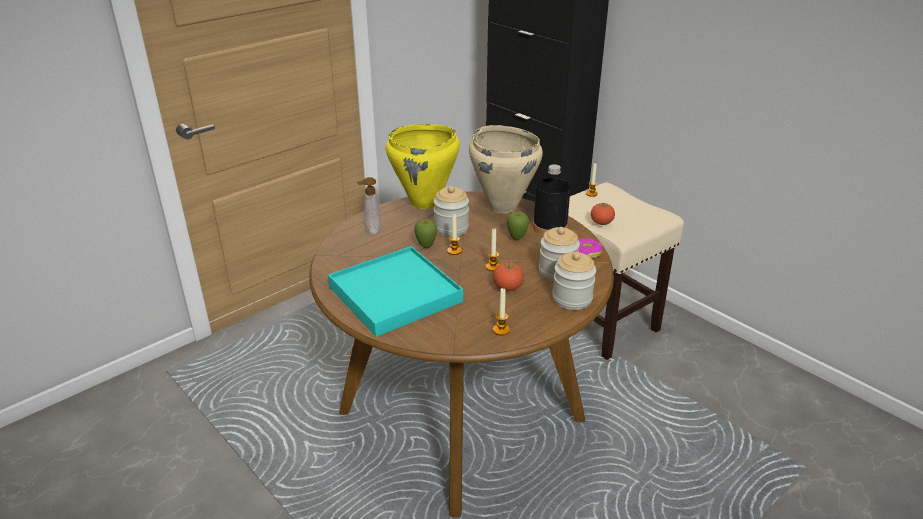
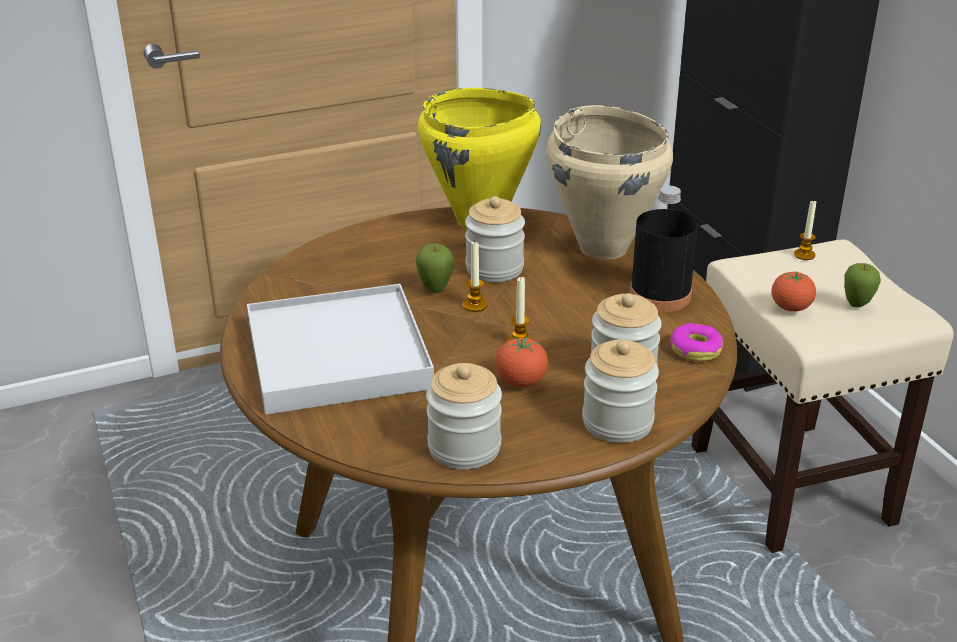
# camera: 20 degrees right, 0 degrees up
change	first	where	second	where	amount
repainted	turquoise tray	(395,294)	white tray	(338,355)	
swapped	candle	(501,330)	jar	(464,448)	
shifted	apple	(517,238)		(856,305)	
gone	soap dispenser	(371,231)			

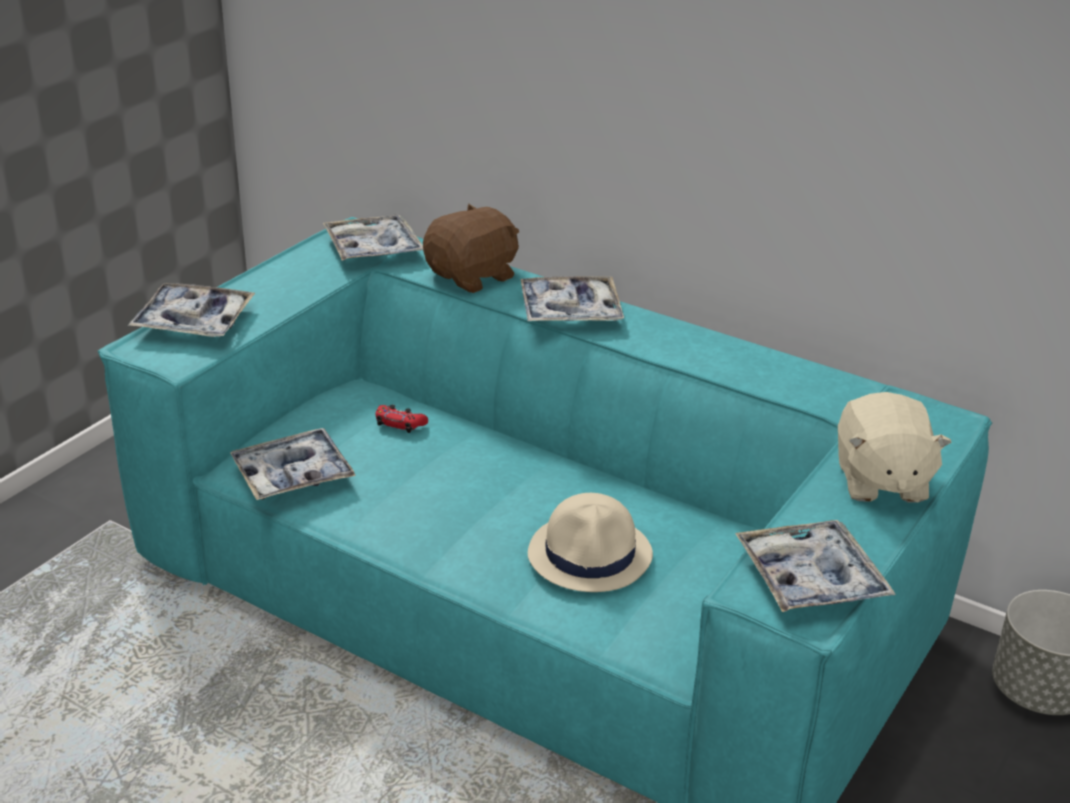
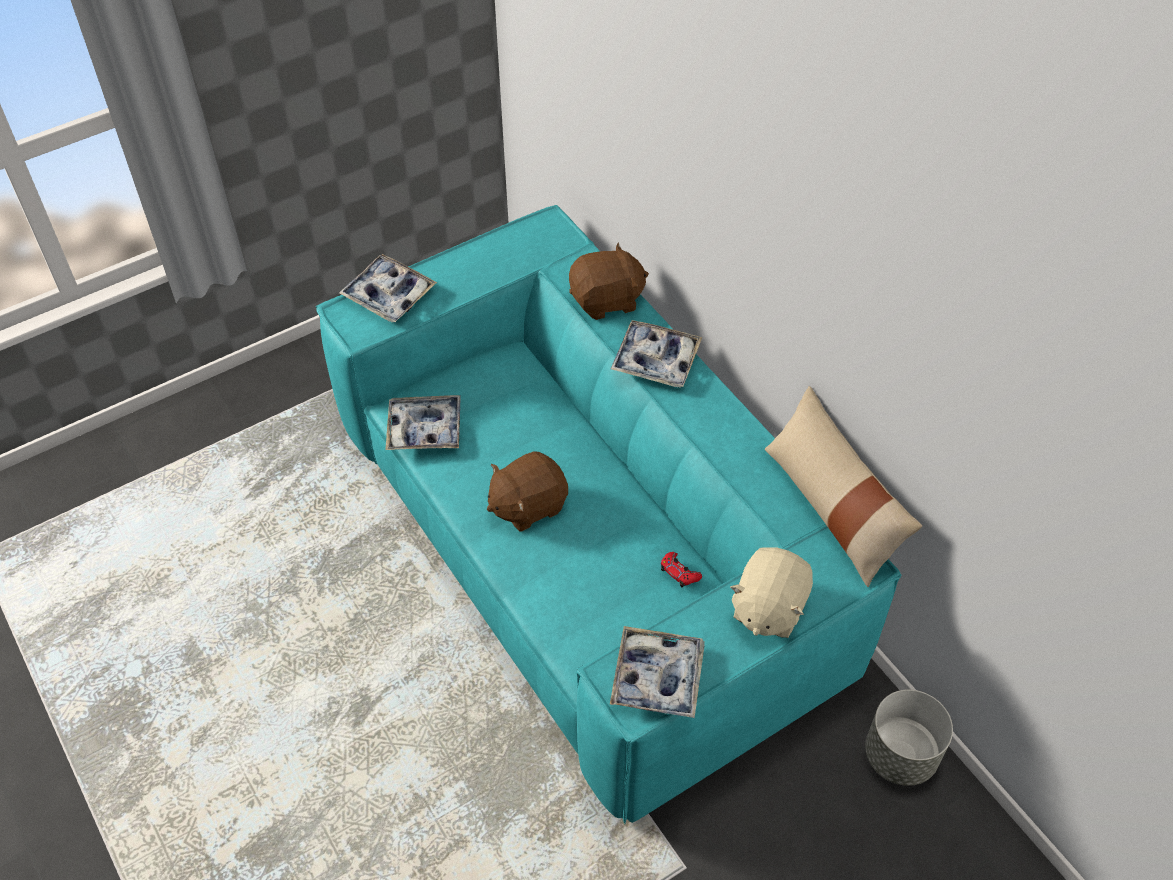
# camera: 25 degrees right, 20 degrees up
change	first	where	second	where	amount
new			brown plush toy	(527,505)	
shifted	red game controller	(400,424)		(679,572)	
new			beige pillow	(832,508)	
gone	tray	(373,248)			
gone	beige hat	(591,555)			

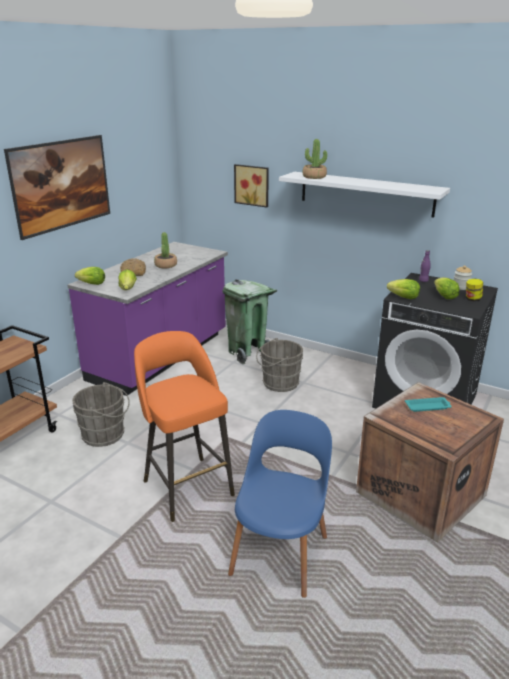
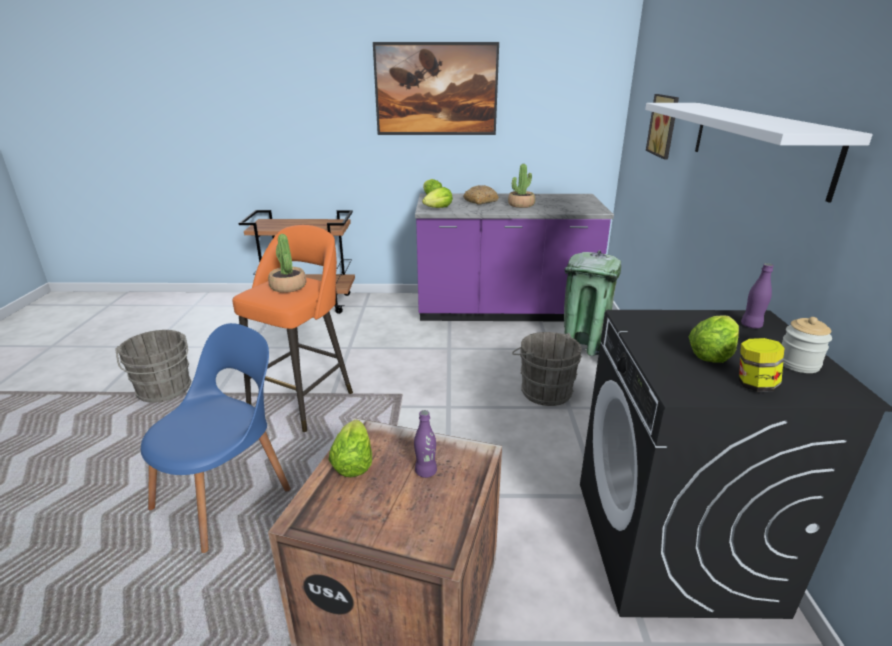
# camera: 60 degrees right, 0 degrees up
change	first	where	second	where	amount
shifted	grey bucket	(106,435)		(164,391)	
rotated	blue chair	(280,551)		(226,495)	45 degrees counterclockwise
shifted	potted plant	(314,177)		(288,287)	
shifted	lettuce	(404,297)		(353,463)	
swapped	turquoise tray	(428,407)	purple bottle	(425,472)	

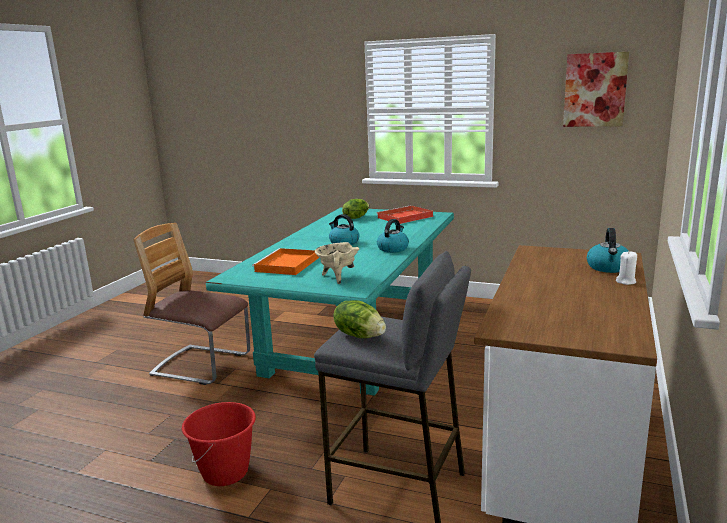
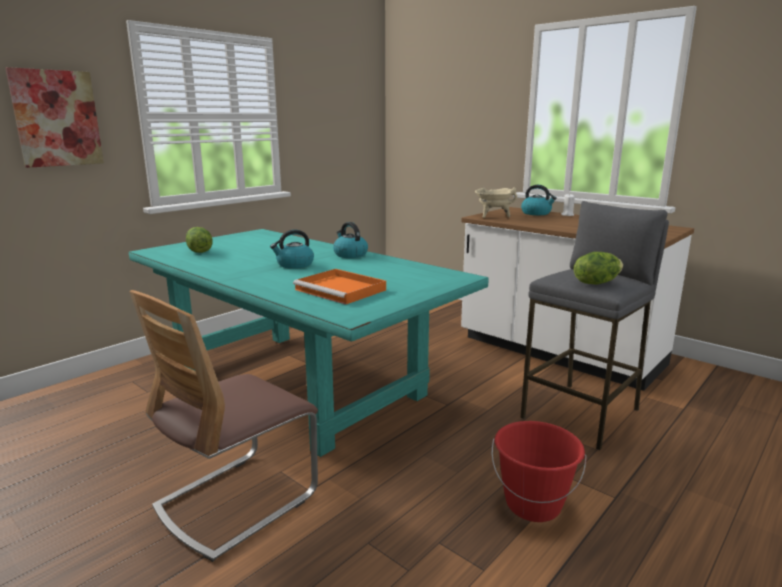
# camera: 70 degrees left, 0 degrees up
change	first	where	second	where	amount
shifted	picture	(595,90)		(57,118)	
shifted	beige cooking pot	(337,277)		(493,216)	
gone	red tray	(404,217)			

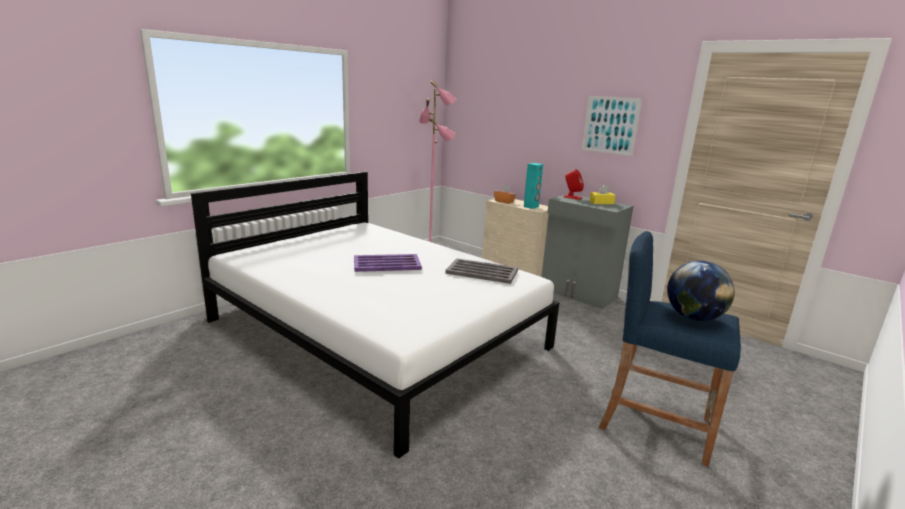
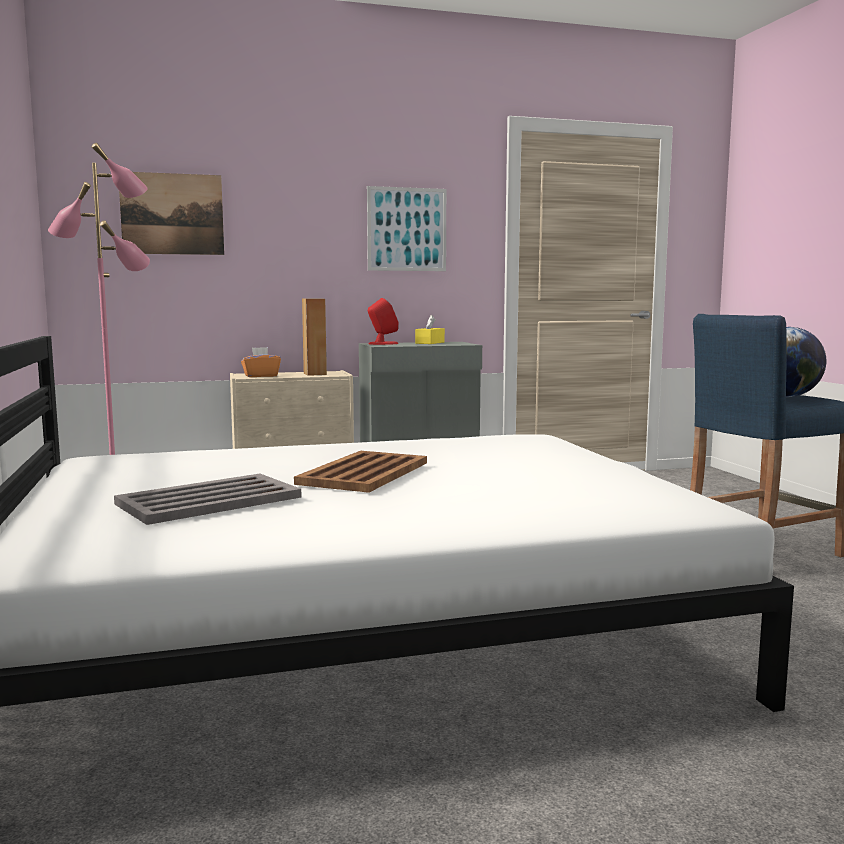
# camera: 55 degrees left, 10 degrees down
change	first	where	second	where	amount
shifted	grey tray	(481,272)		(207,501)	
new			picture	(172,214)	
repainted	purple tray	(386,264)	brown tray	(363,473)	
repainted	turquoise speaker	(531,207)	brown speaker	(315,374)	

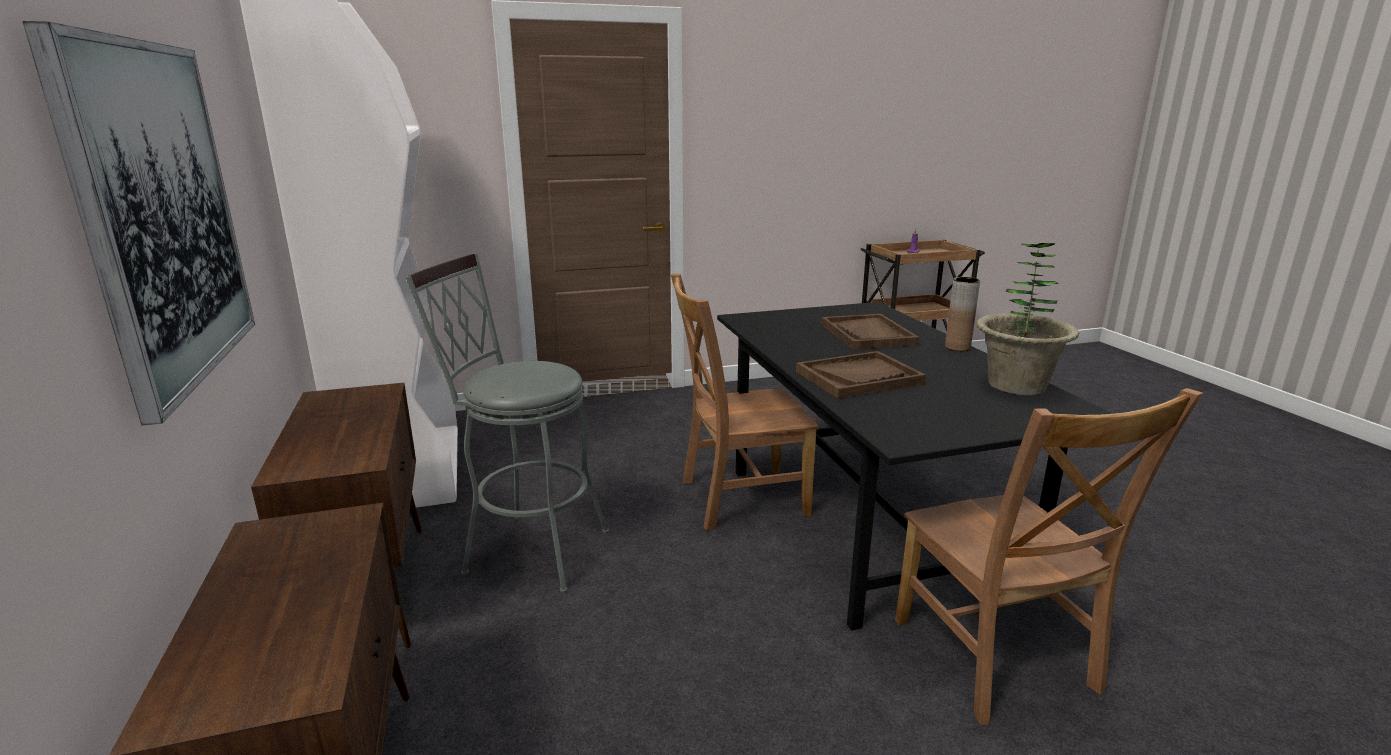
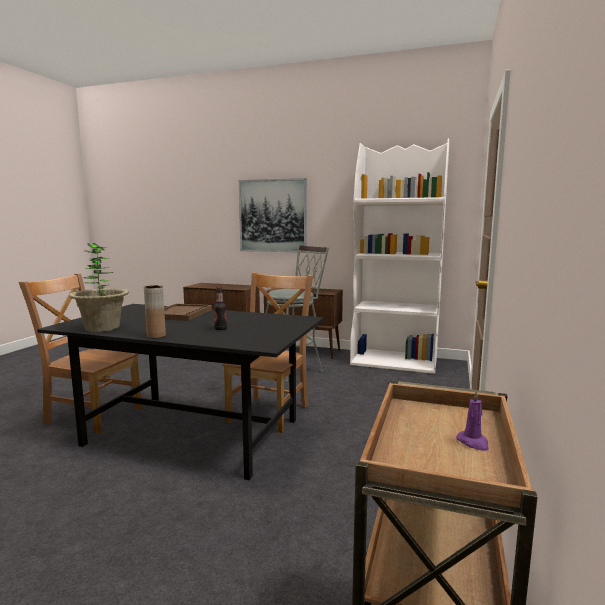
# camera: 125 degrees right, 10 degrees down
change	first	where	second	where	amount
swapped	brown tray	(867,334)	bottle	(220,329)	

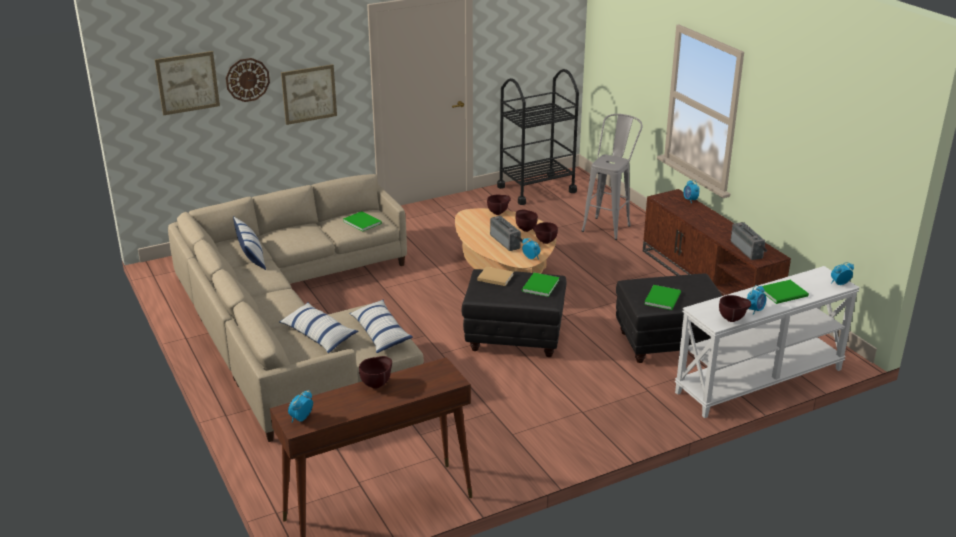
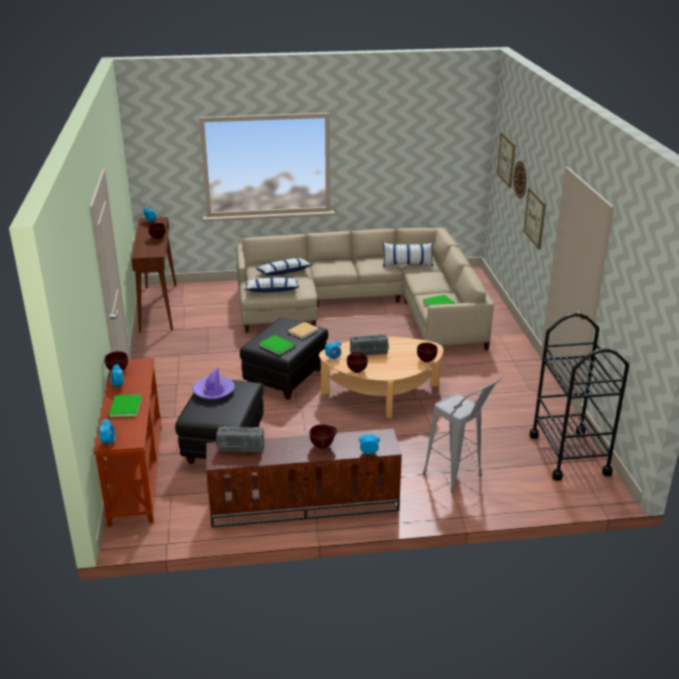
# camera: 110 degrees right, 0 degrees up
change	first	where	second	where	amount
repainted	white console table	(759,382)	brown console table	(135,473)	
swapped	green book	(663,298)	purple hat	(214,392)	
shifted	brown bowl	(525,229)		(323,446)	

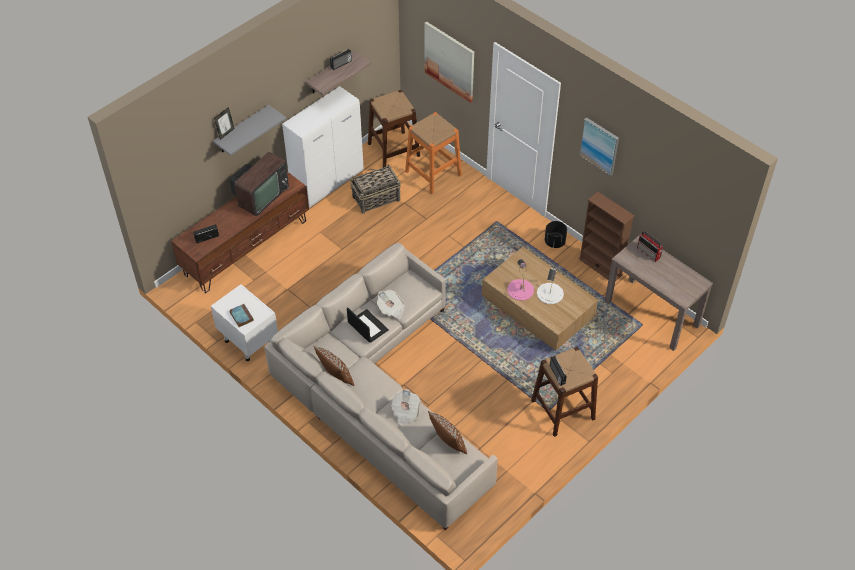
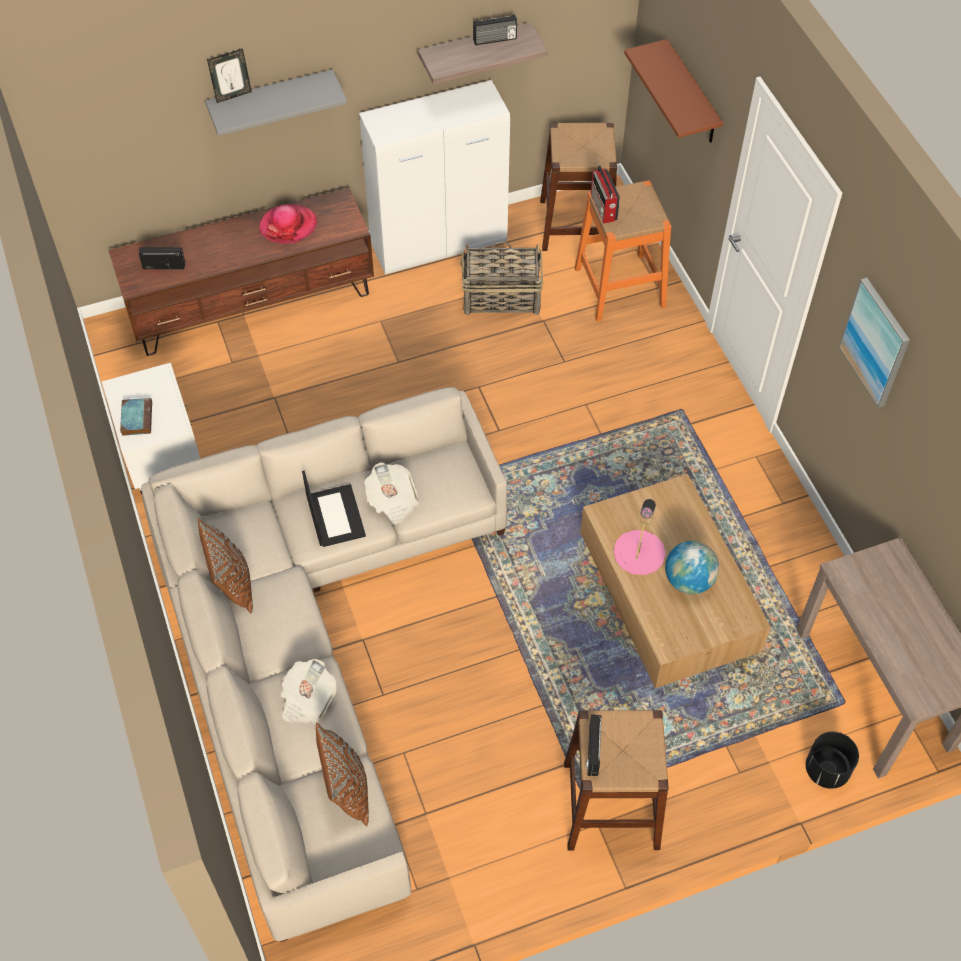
# camera: 25 degrees right, 5 degrees up
change	first	where	second	where	amount
swapped	television	(261,196)	hat	(288,226)	
shifted	radio	(649,253)		(603,208)	
swapped	picture	(450,61)	brown shelf	(692,94)	
swapped	white table lamp	(550,293)	globe	(689,580)	
shifted	black planter	(554,242)		(826,770)	
gone	brown bookcase	(600,267)			

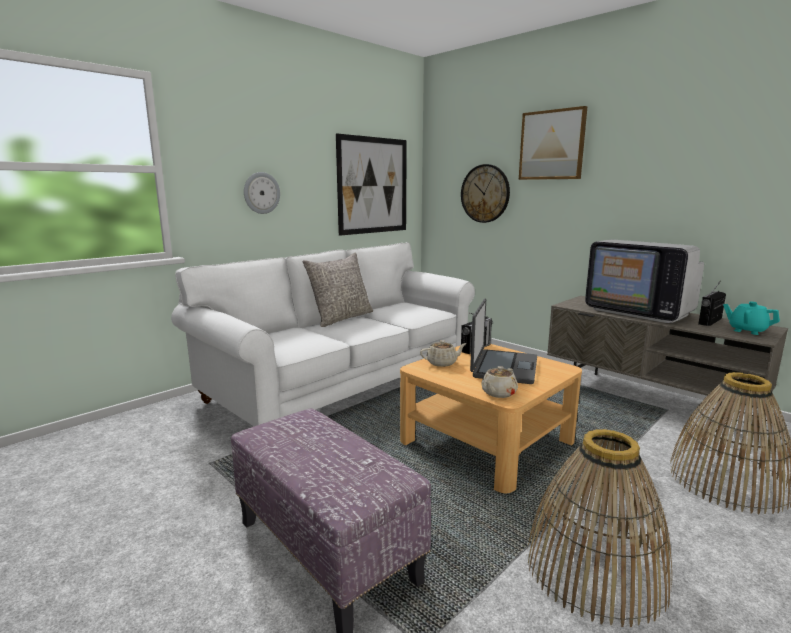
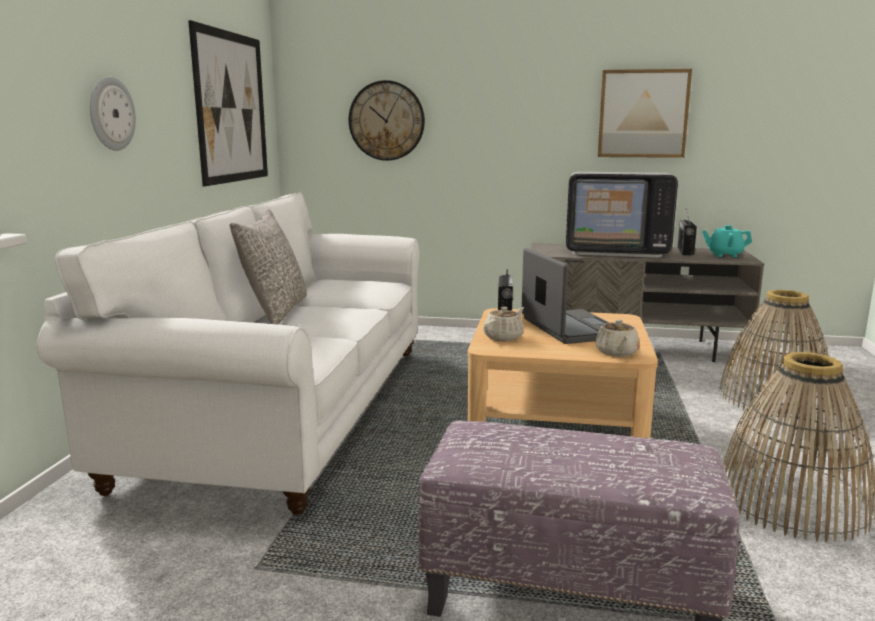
# camera: 35 degrees left, 0 degrees up
change	first	where	second	where	amount
shifted	picture	(552,145)		(643,114)	

